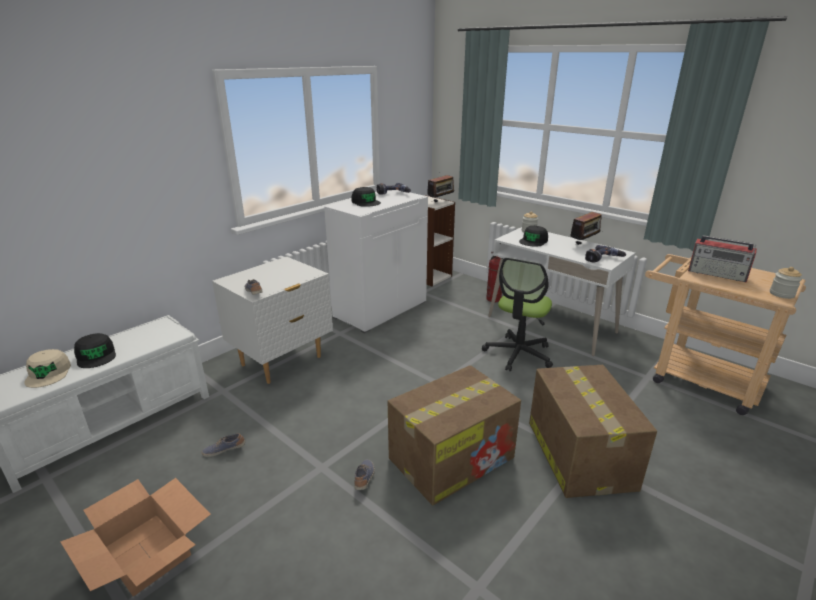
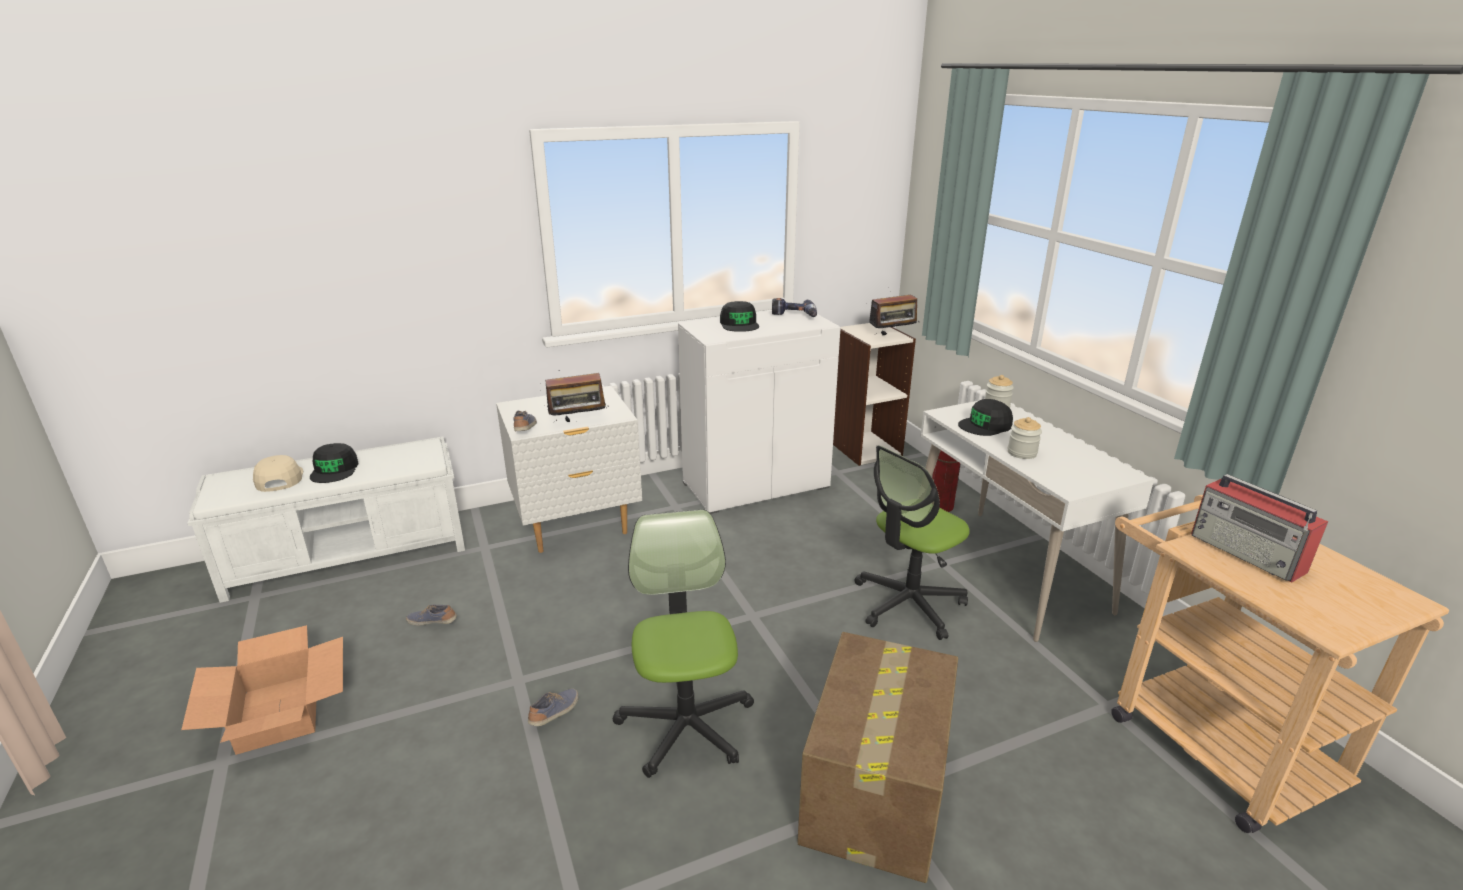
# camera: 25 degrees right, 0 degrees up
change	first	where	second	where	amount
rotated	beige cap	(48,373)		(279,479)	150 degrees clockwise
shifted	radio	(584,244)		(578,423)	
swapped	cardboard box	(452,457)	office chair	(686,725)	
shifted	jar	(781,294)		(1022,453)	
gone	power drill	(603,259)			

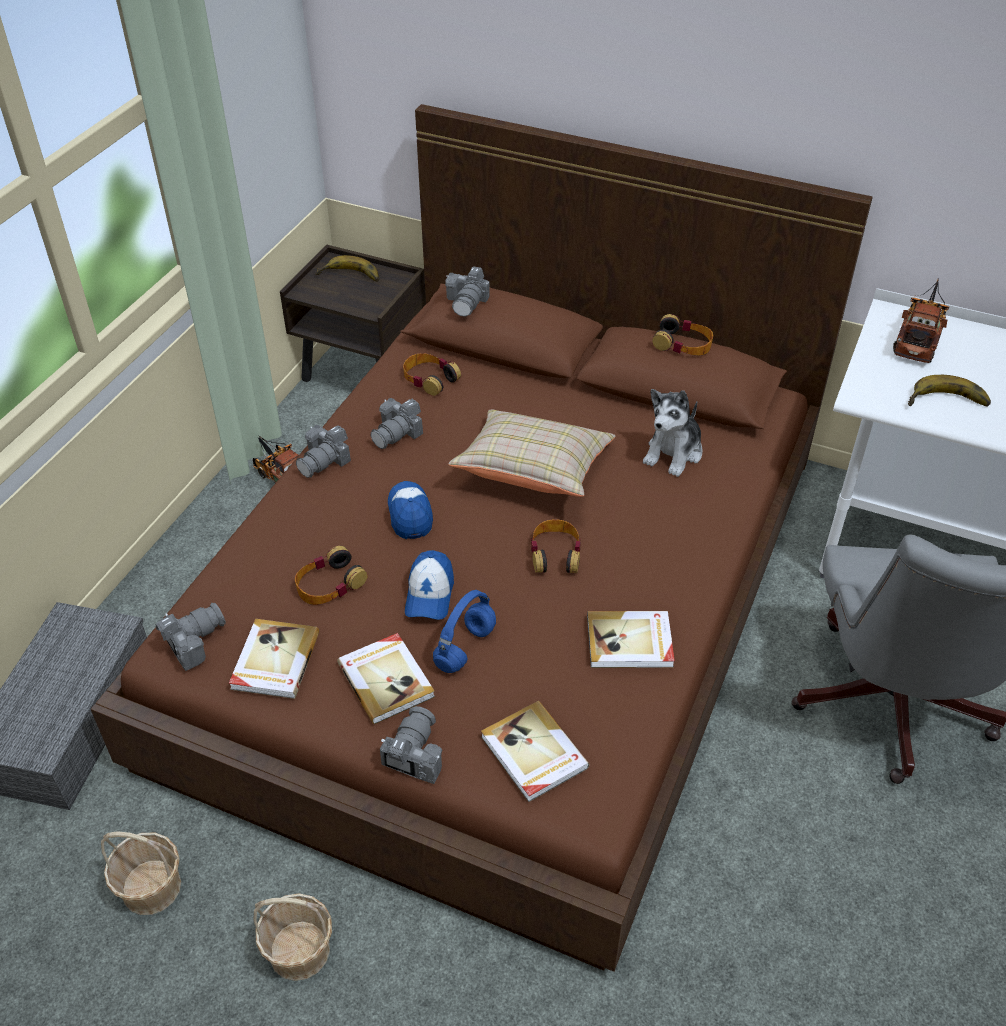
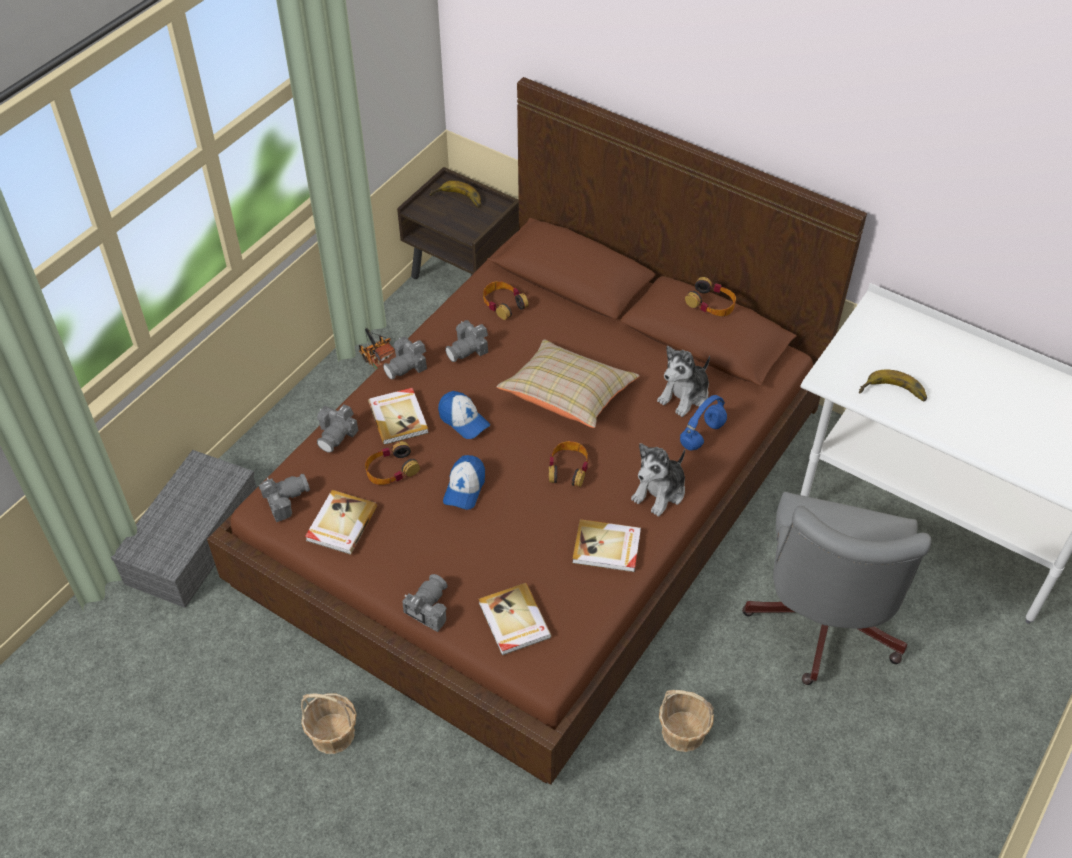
# camera: 10 degrees right, 5 degrees up
change	first	where	second	where	amount
shifted	photo camera	(467,302)		(337,434)	
shifted	book	(387,679)		(399,417)	
rotated	cap	(410,514)		(463,420)	135 degrees clockwise
new			plush toy	(660,492)	
shifted	basket	(152,888)		(683,732)	
shifted	blue headphones	(465,649)		(702,436)	
gone	toy truck	(919,337)			

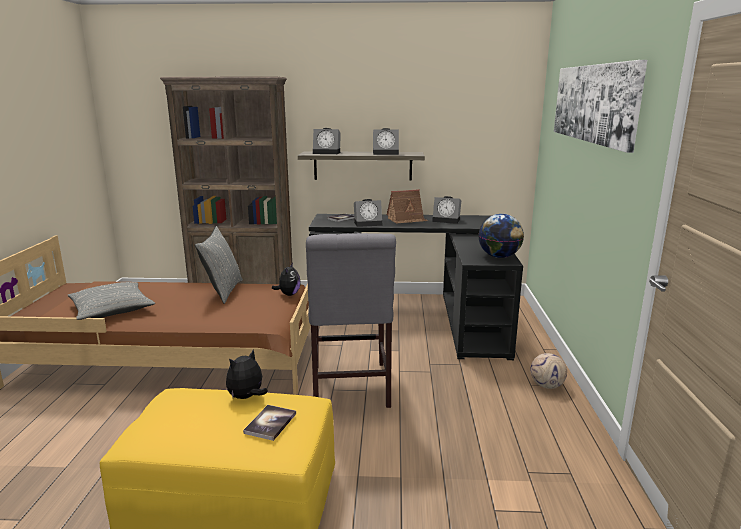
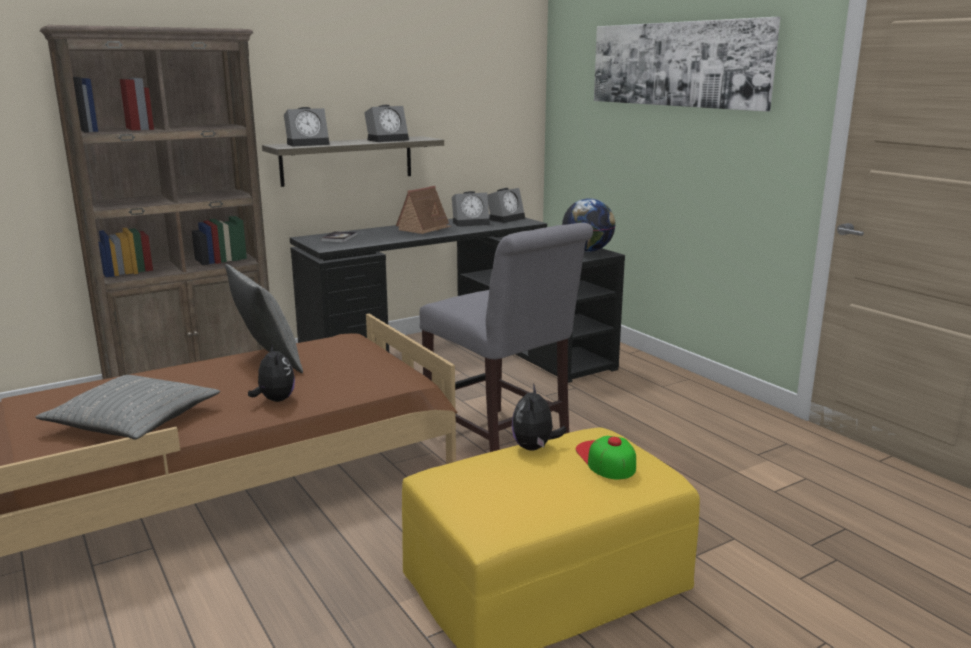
# camera: 35 degrees left, 0 degrees up
change	first	where	second	where	amount
shifted	plush toy	(288,294)		(275,400)	
shifted	alarm clock	(368,223)		(506,218)	
swapped	book	(270,423)	cap	(605,459)	
gone	football	(546,386)			

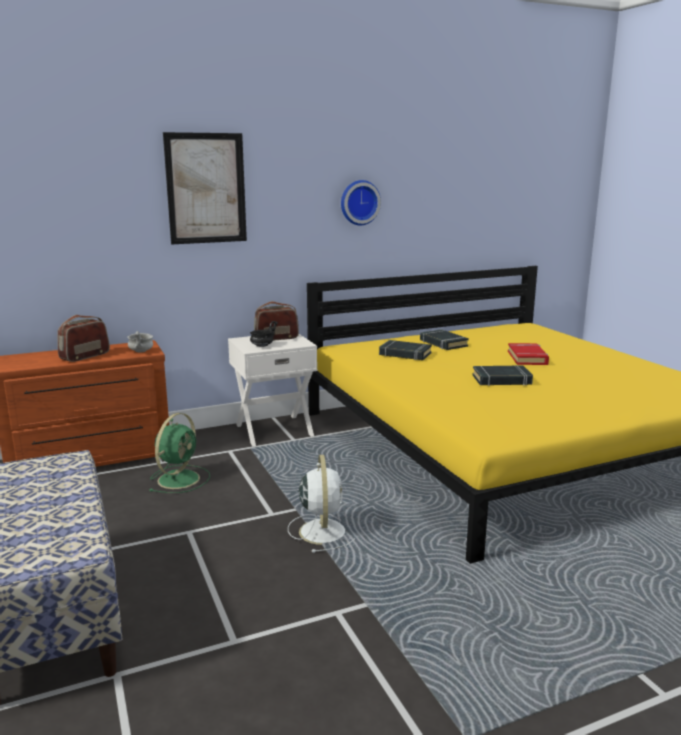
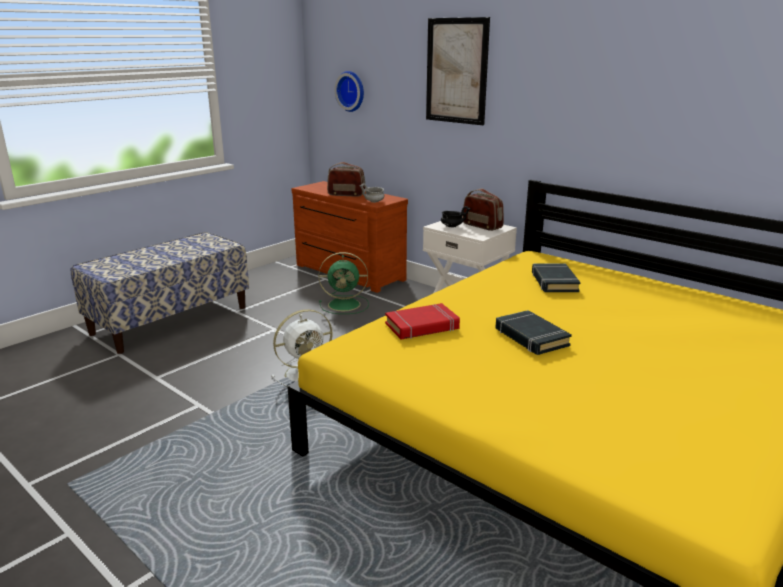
# camera: 65 degrees right, 5 degrees up
change	first	where	second	where	amount
shifted	wall clock	(359,202)		(351,91)	
shifted	red book	(527,358)		(422,326)	
gone	black book	(443,343)			

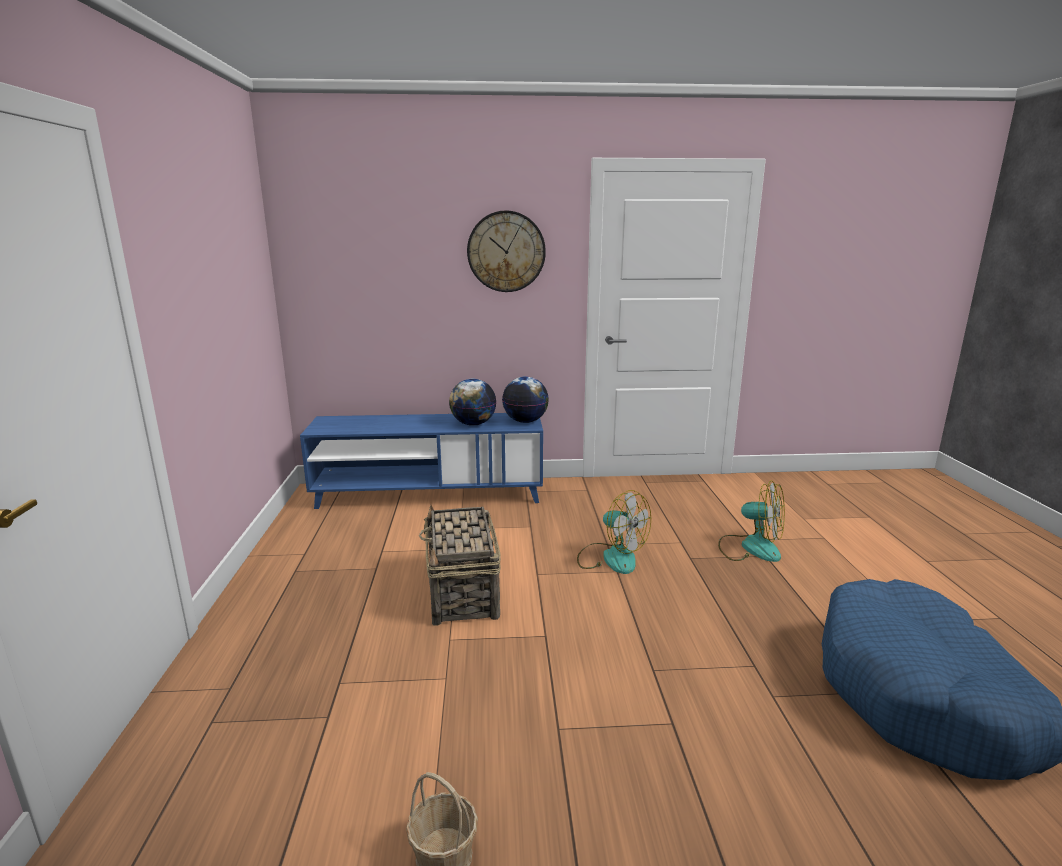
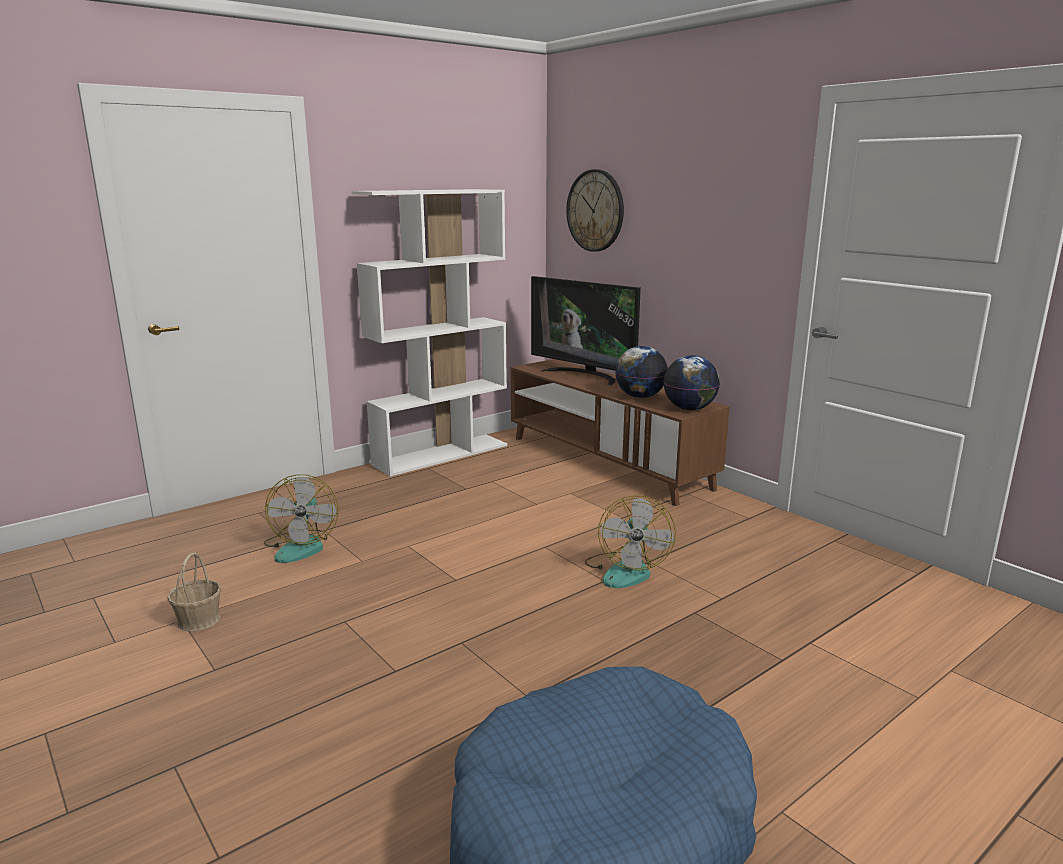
# camera: 55 degrees right, 0 degrees up
change	first	where	second	where	amount
shifted	fan	(750,547)		(302,546)	
new			white bookcase	(441,454)	
repainted	blue tv stand	(429,494)	brown tv stand	(607,462)	
new			television	(584,375)	
shifted	wall clock	(506,251)		(595,211)	
gone	basket	(462,593)			

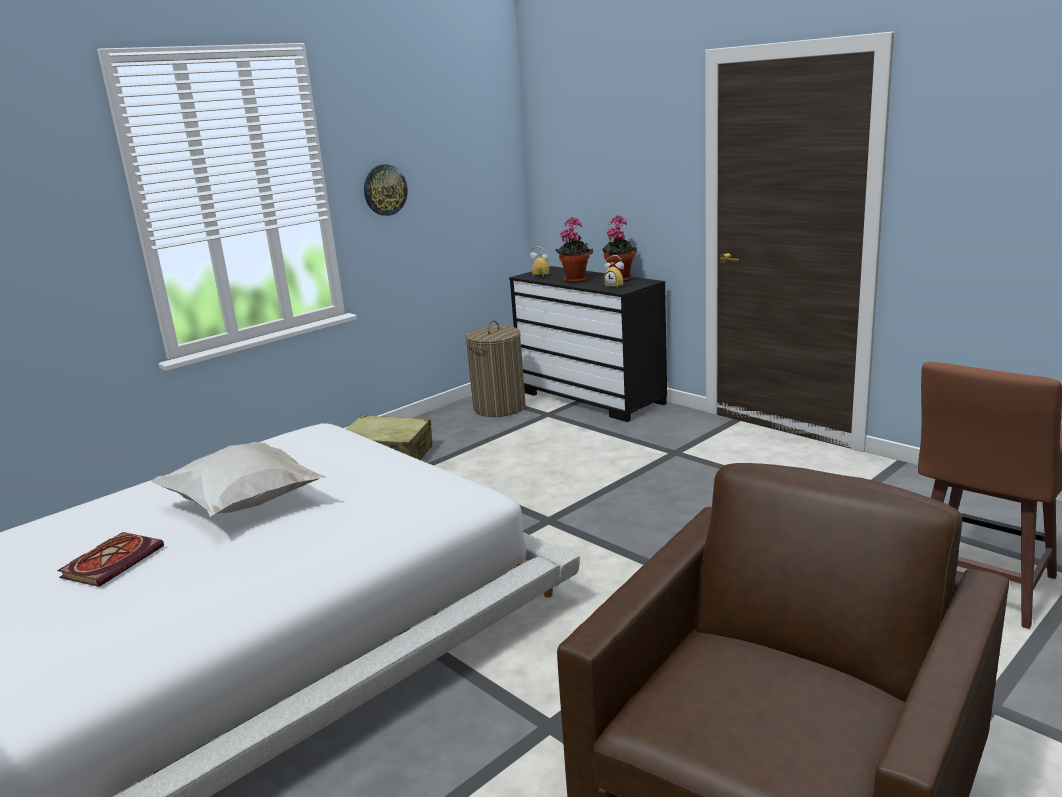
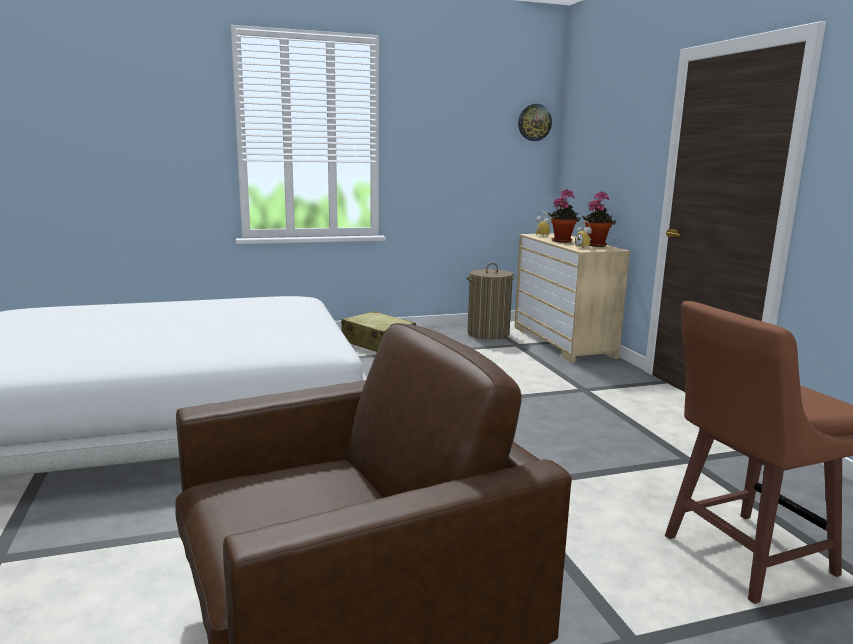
# camera: 25 degrees right, 5 degrees down
change	first	where	second	where	amount
repainted	black dresser	(591,397)	beige dresser	(563,342)	
shifted	wall clock	(385,190)		(534,122)	
gone	book	(113,561)			
gone	white pillow	(246,506)			

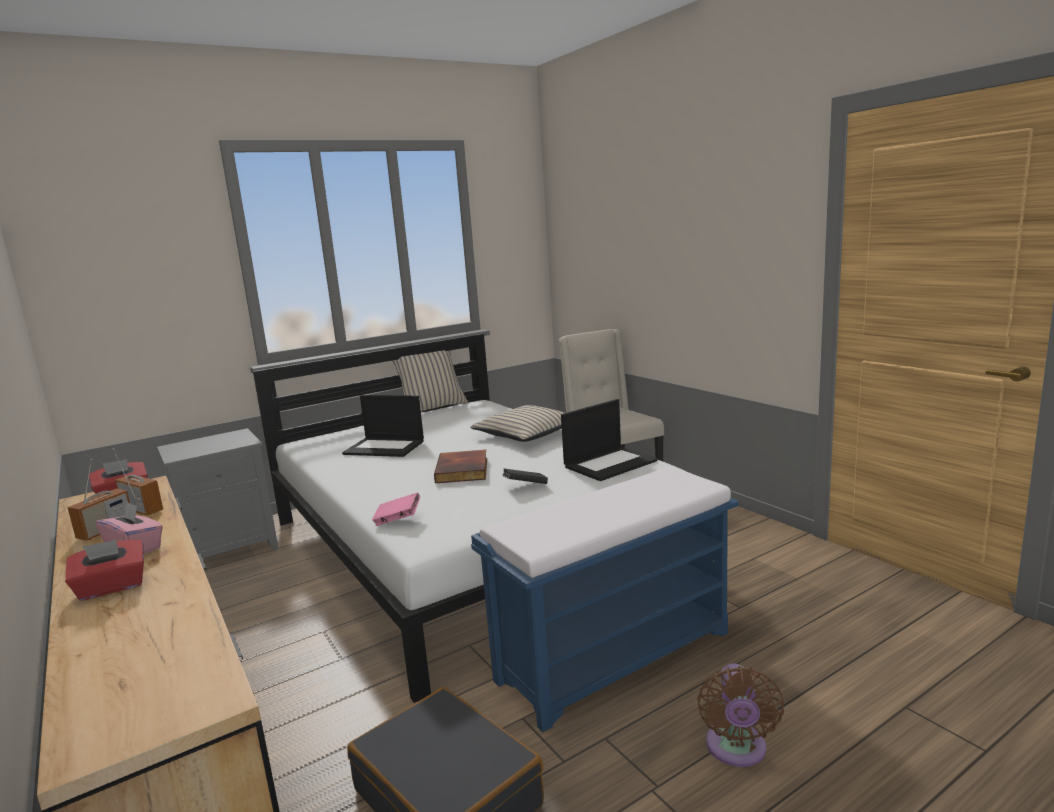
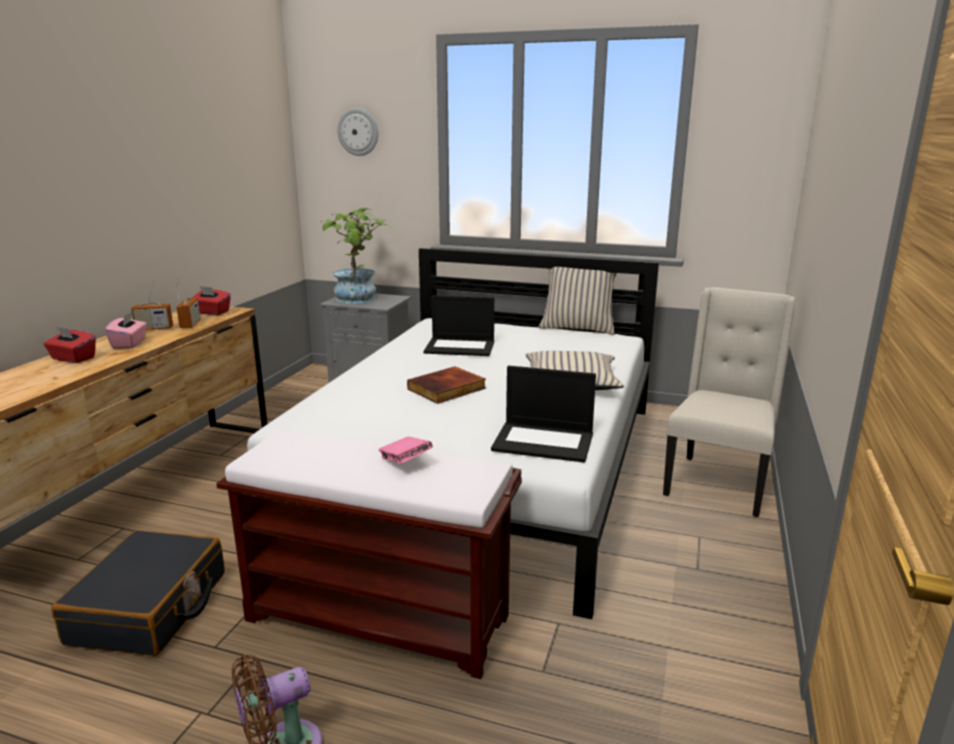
# camera: 50 degrees right, 5 degrees up
change	first	where	second	where	amount
repainted	blue bench	(616,655)	brown bench	(380,617)	
new			potted plant	(358,300)	
new			wall clock	(358,132)	
shifted	pink book	(398,520)		(405,462)	
rotated	laptop	(385,447)		(460,347)	60 degrees counterclockwise
gone	black book	(525,486)			

